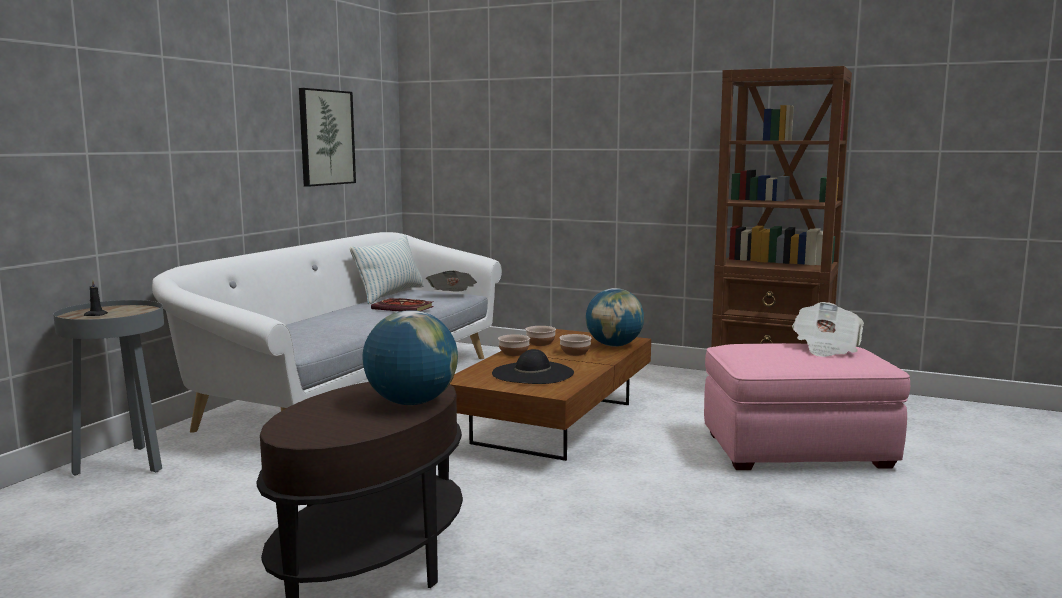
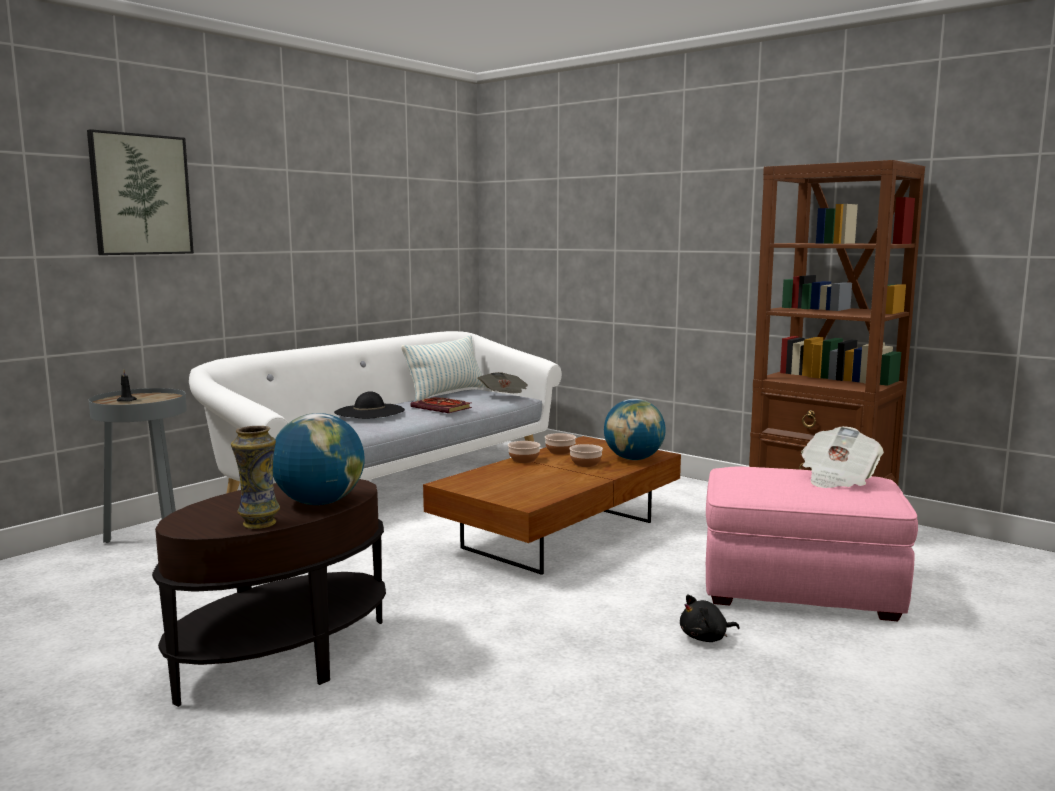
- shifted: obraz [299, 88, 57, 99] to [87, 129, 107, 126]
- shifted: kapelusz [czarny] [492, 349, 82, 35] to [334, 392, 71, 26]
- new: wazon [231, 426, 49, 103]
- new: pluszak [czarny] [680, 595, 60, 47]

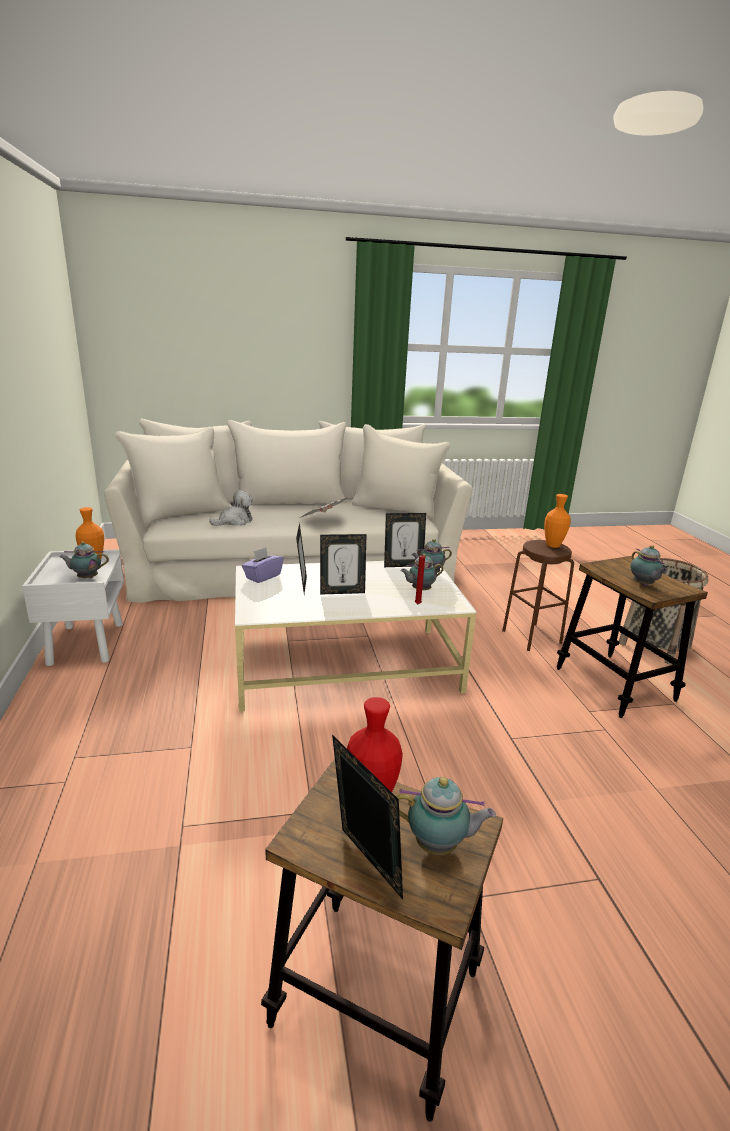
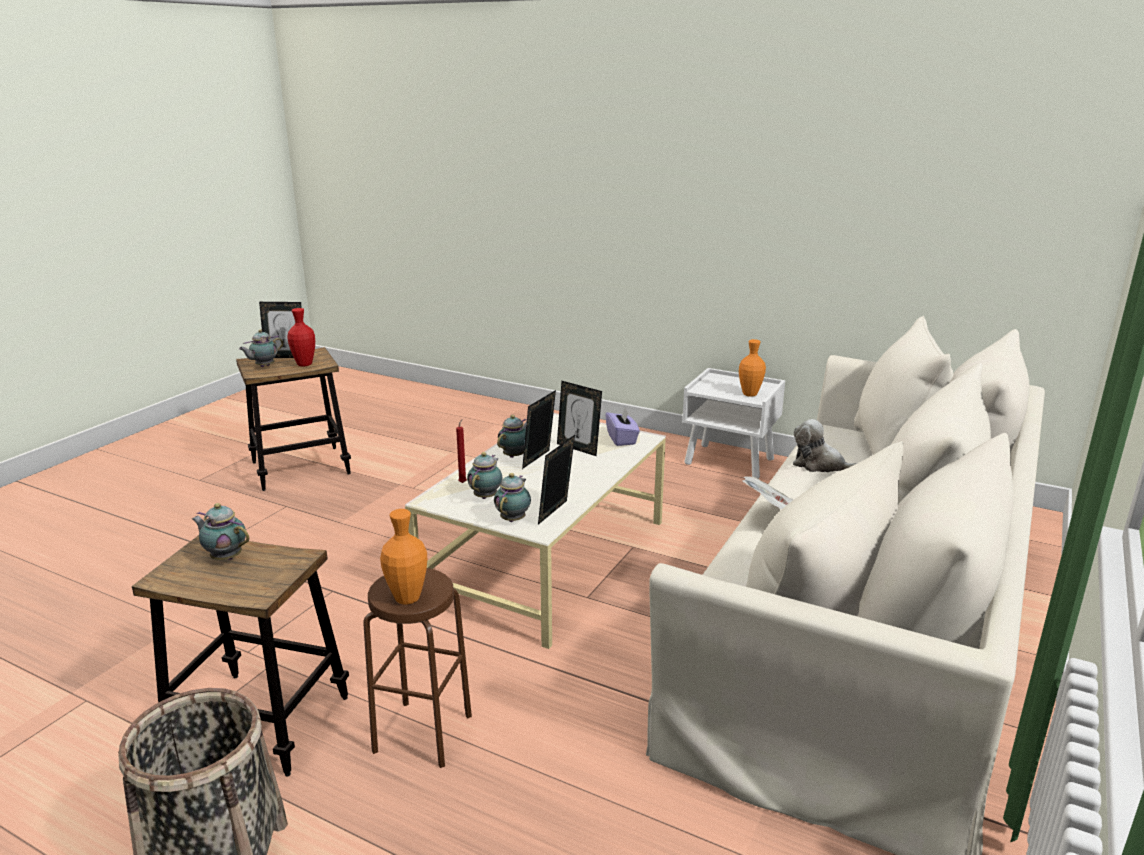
- shifted: imbryk [59, 542, 50, 36] to [497, 415, 30, 43]
- rotated: pluszak [209, 490, 44, 36] = [793, 419, 64, 53] 120 degrees clockwise

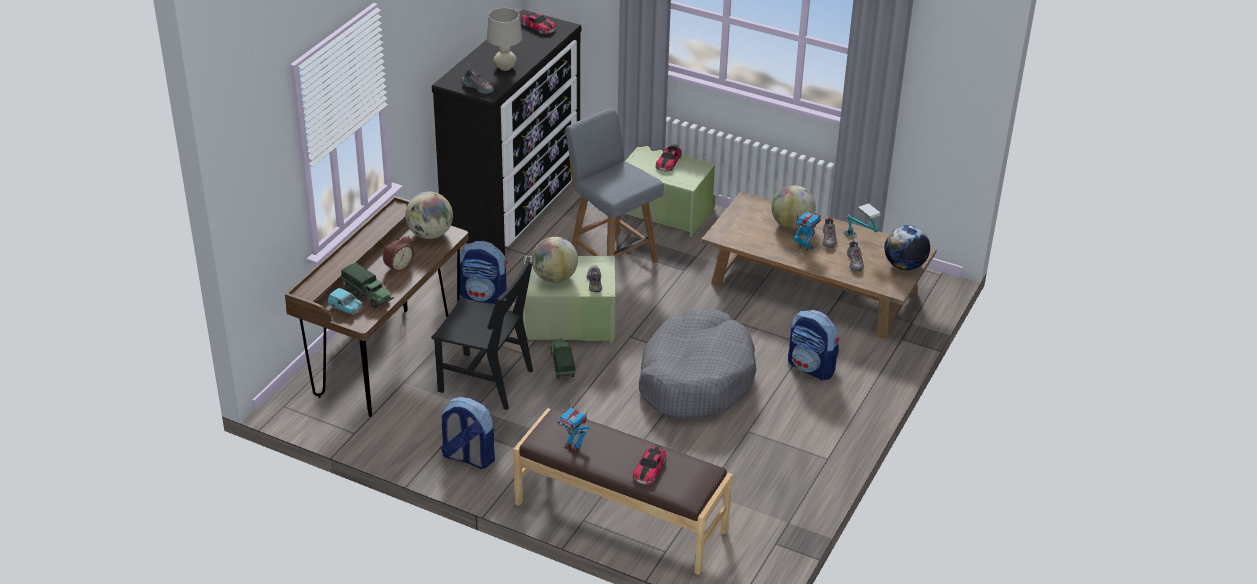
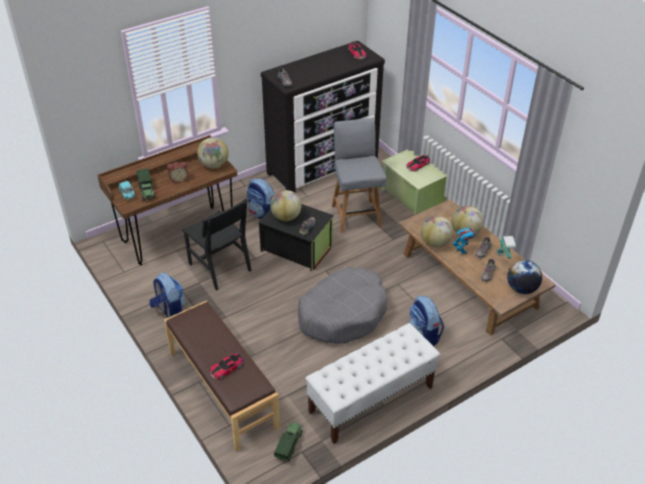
- gone: lampa stołowa [beżowy] [487, 8, 35, 63]
- repainted: pojemnik do przechowywania [zielony] [523, 255, 92, 88] to pojemnik do przechowywania [czarny] [259, 204, 75, 67]
- shifted: ciężarówka zabawkowa [550, 339, 26, 40] to [274, 422, 29, 40]
- gone: robot zabawkowy [557, 398, 32, 56]
- new: ławka [biały] [305, 323, 135, 121]
- new: globus [421, 215, 32, 32]

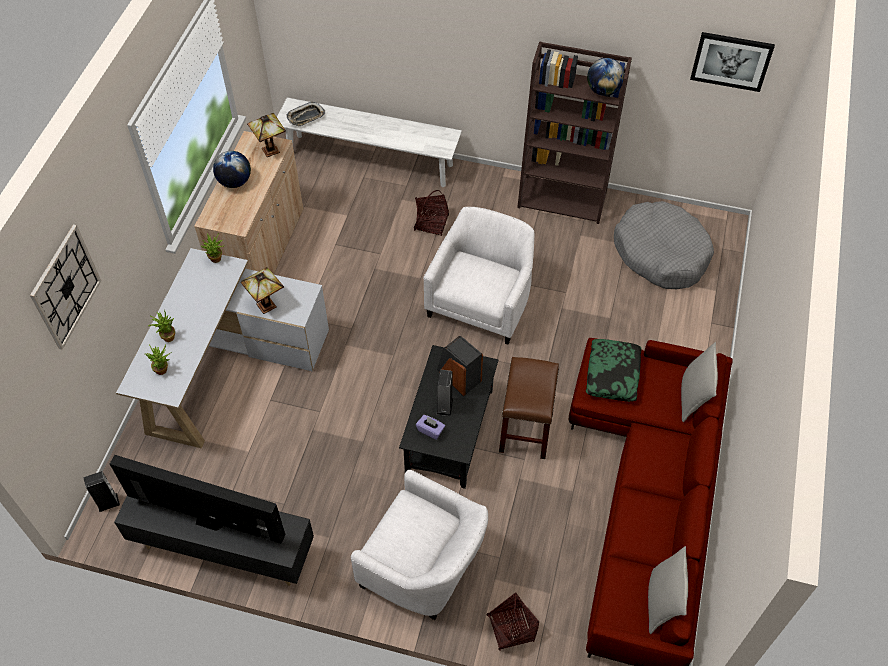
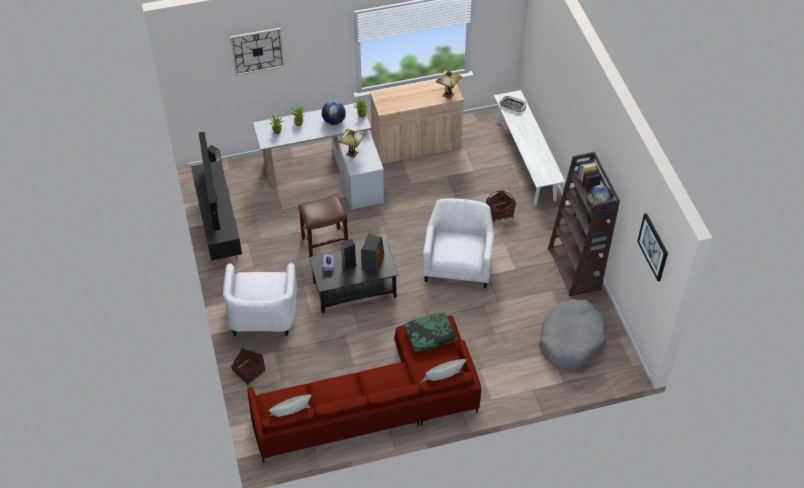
- shifted: globus [213, 151, 38, 37] to [322, 101, 24, 24]
- rotated: fotel [biały] [423, 207, 111, 138] = [423, 198, 71, 90] 75 degrees counterclockwise
- shifted: stołek [brązowy] [499, 357, 60, 102] to [298, 194, 50, 63]

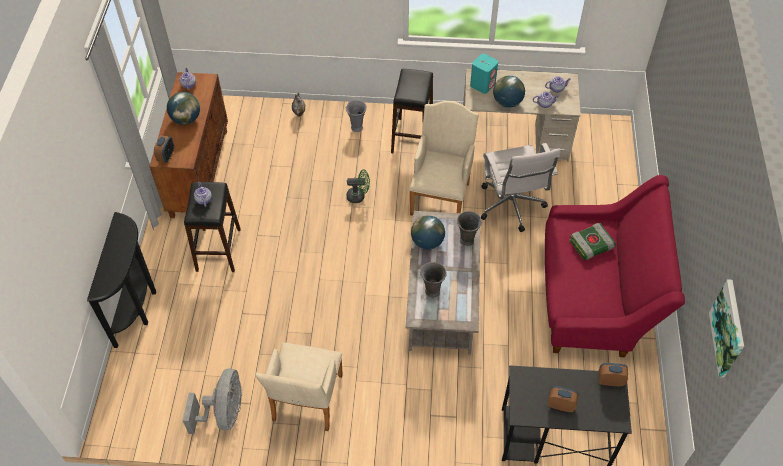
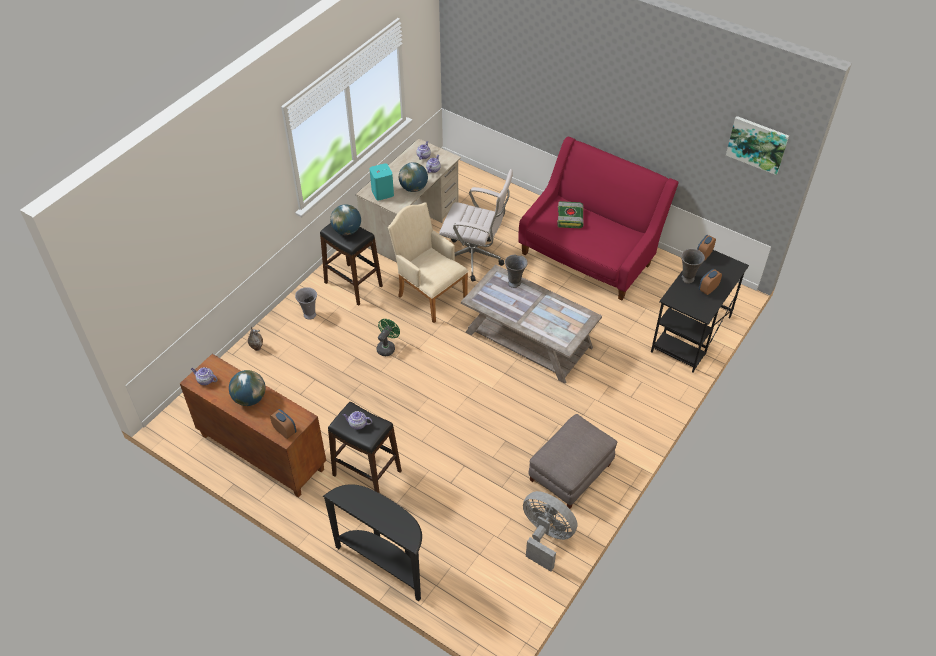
- swapped: fotel [beżowy] [255, 343, 88, 88] to pufa [szary] [529, 414, 88, 95]
- shifted: globus [411, 215, 34, 35] to [330, 204, 31, 31]
- shifted: wazon [szary] [420, 262, 27, 35] to [681, 249, 24, 34]

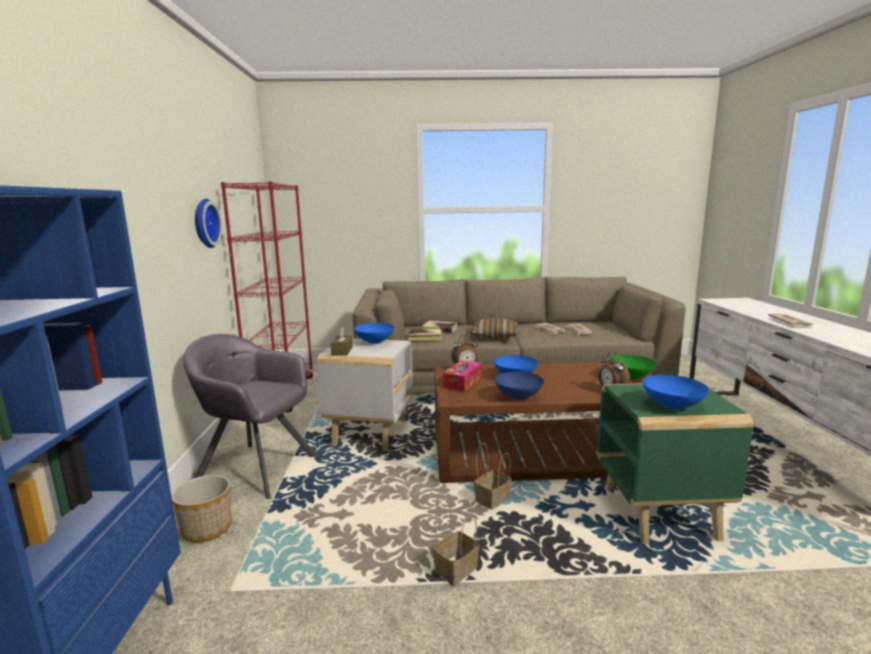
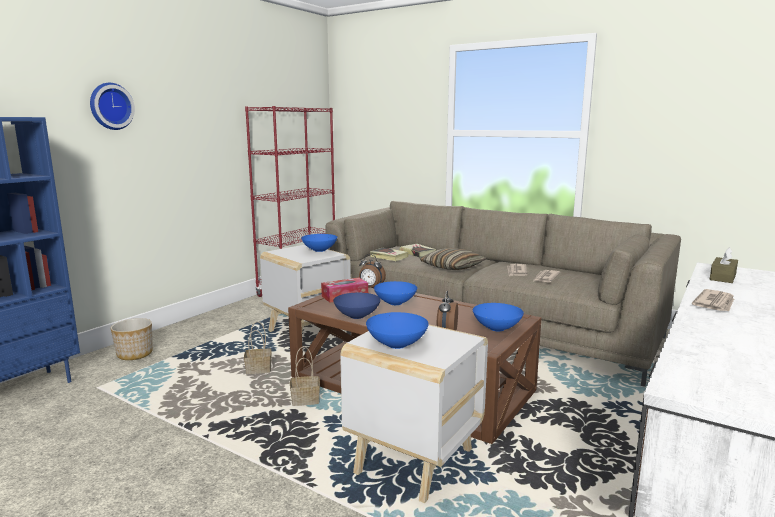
- gone: fotel [szary] [183, 334, 135, 165]
- shifted: zegar ścienny [195, 199, 27, 49] to [90, 83, 45, 47]
- shifted: pudełko chusteczek [brązowy] [331, 327, 22, 29] to [709, 247, 29, 36]
- shifted: koszyk [433, 499, 46, 87] to [244, 321, 28, 53]
- repainted: stolik [zielony] [597, 383, 157, 161] to stolik [biały] [340, 325, 148, 178]
- repainted: miska [zielony] [609, 355, 47, 25] to miska [niebieski] [473, 303, 51, 28]

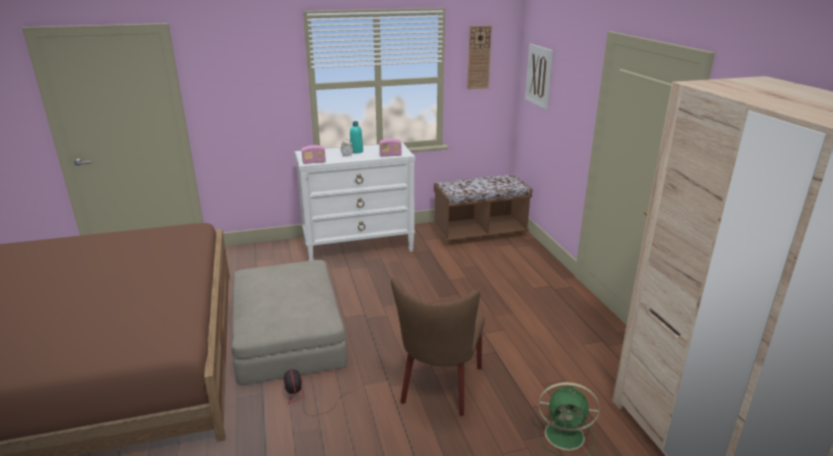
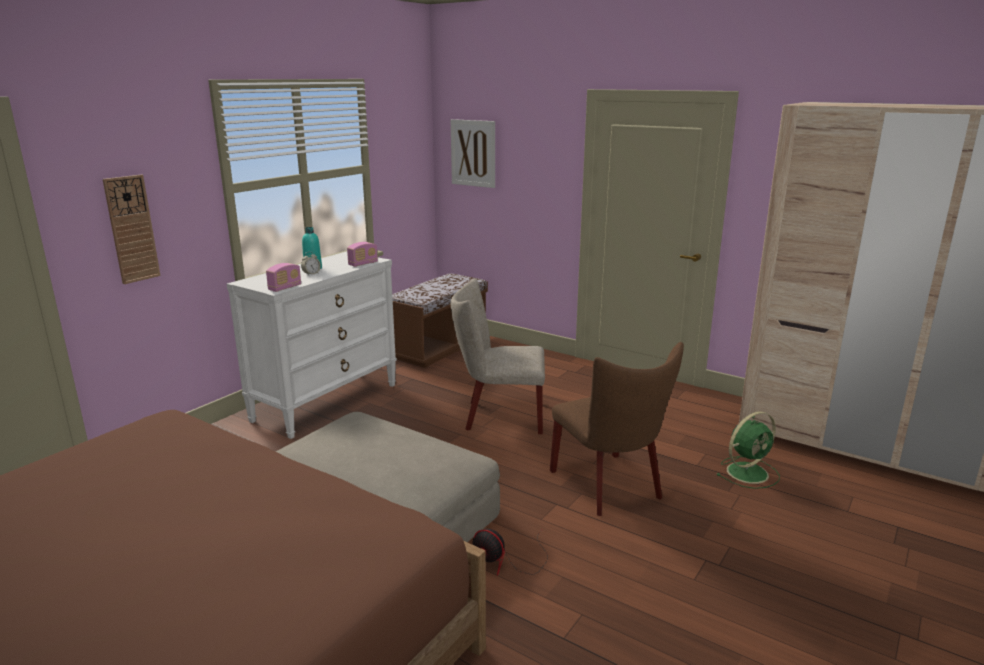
- shifted: zegar ścienny [467, 25, 25, 64] to [103, 175, 58, 109]
- new: krzesło [beżowy] [451, 278, 94, 156]

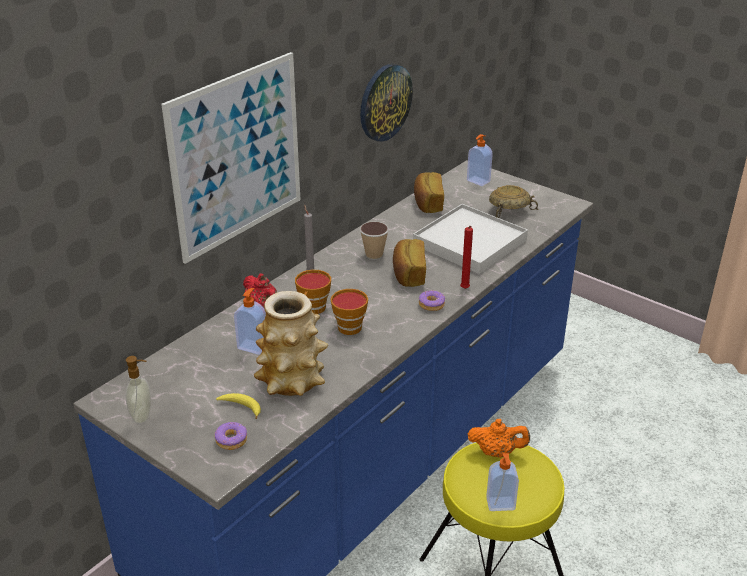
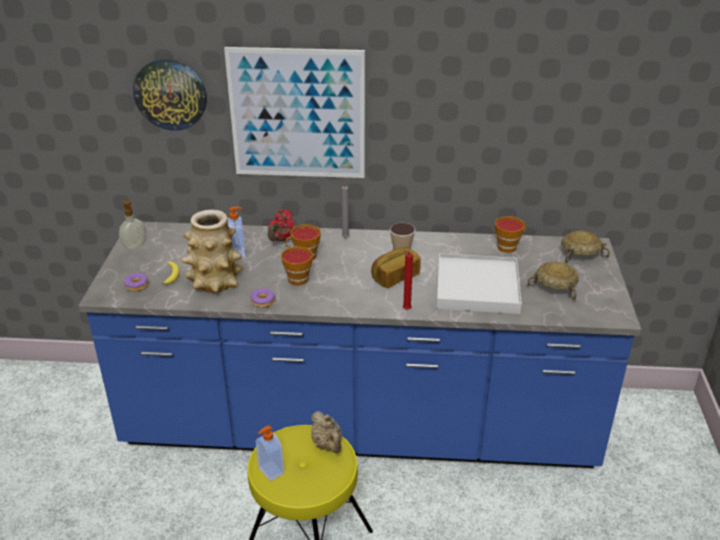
- shifted: zegar ścienny [360, 64, 53, 78] to [133, 59, 74, 72]
- swapped: chleb [414, 172, 30, 41] to filiżanka [495, 216, 31, 37]
- shifted: donut [419, 290, 26, 21] to [250, 288, 25, 20]
- swapped: dozownik mydła [467, 134, 26, 52] to miska [beżowy] [561, 231, 49, 32]
- repainted: imbryk [pomarańczowy] [467, 419, 63, 39] to imbryk [beżowy] [311, 411, 31, 43]

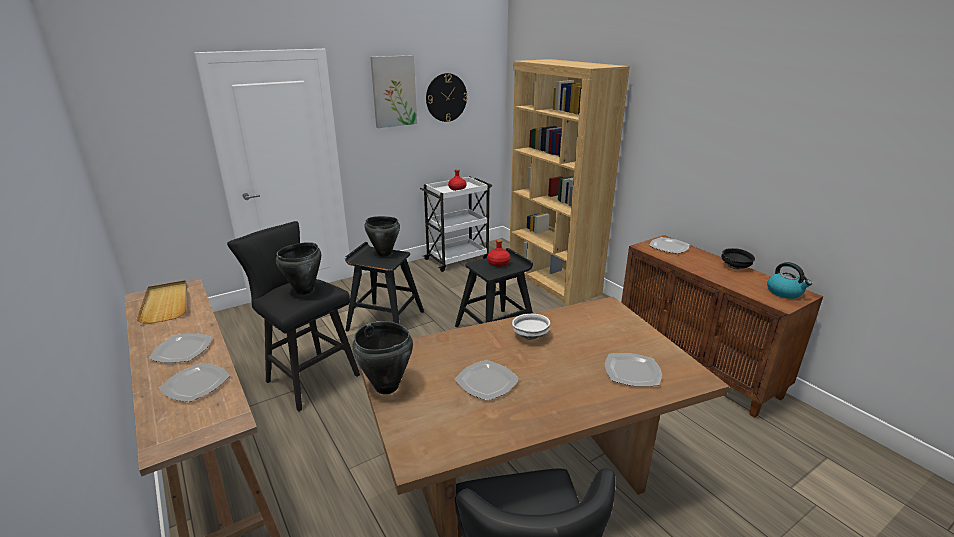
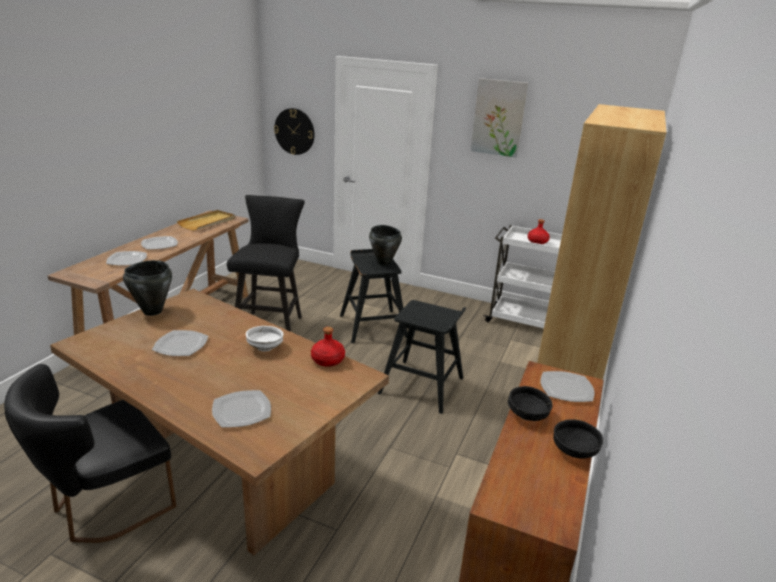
- gone: garnek [czarny] [276, 242, 45, 53]
- shifted: zegar ścienny [426, 73, 42, 49] to [274, 108, 41, 47]
- shifted: butelka [czerwony] [487, 239, 24, 28] to [311, 327, 34, 40]
- gone: czajnik [767, 262, 45, 37]
- new: miska [czarny] [508, 386, 44, 35]

